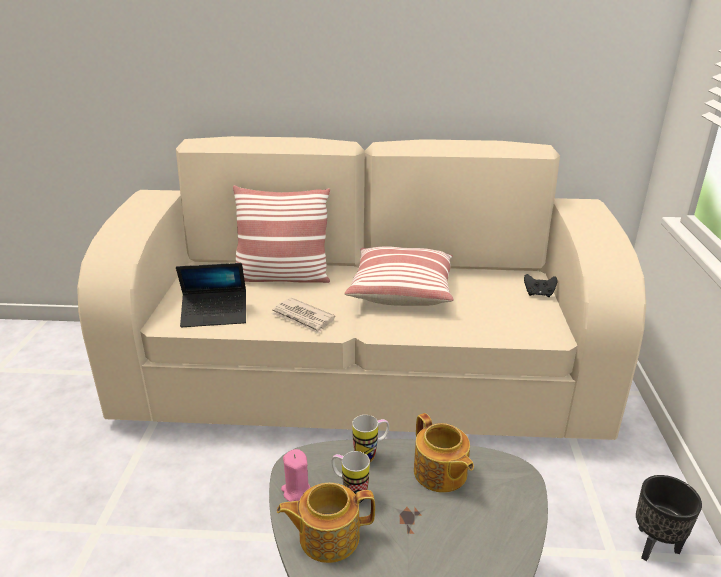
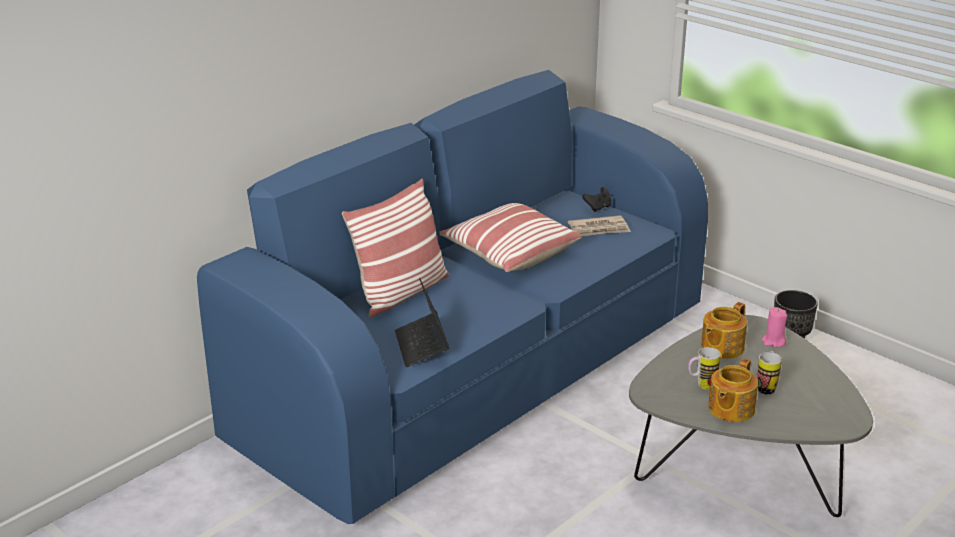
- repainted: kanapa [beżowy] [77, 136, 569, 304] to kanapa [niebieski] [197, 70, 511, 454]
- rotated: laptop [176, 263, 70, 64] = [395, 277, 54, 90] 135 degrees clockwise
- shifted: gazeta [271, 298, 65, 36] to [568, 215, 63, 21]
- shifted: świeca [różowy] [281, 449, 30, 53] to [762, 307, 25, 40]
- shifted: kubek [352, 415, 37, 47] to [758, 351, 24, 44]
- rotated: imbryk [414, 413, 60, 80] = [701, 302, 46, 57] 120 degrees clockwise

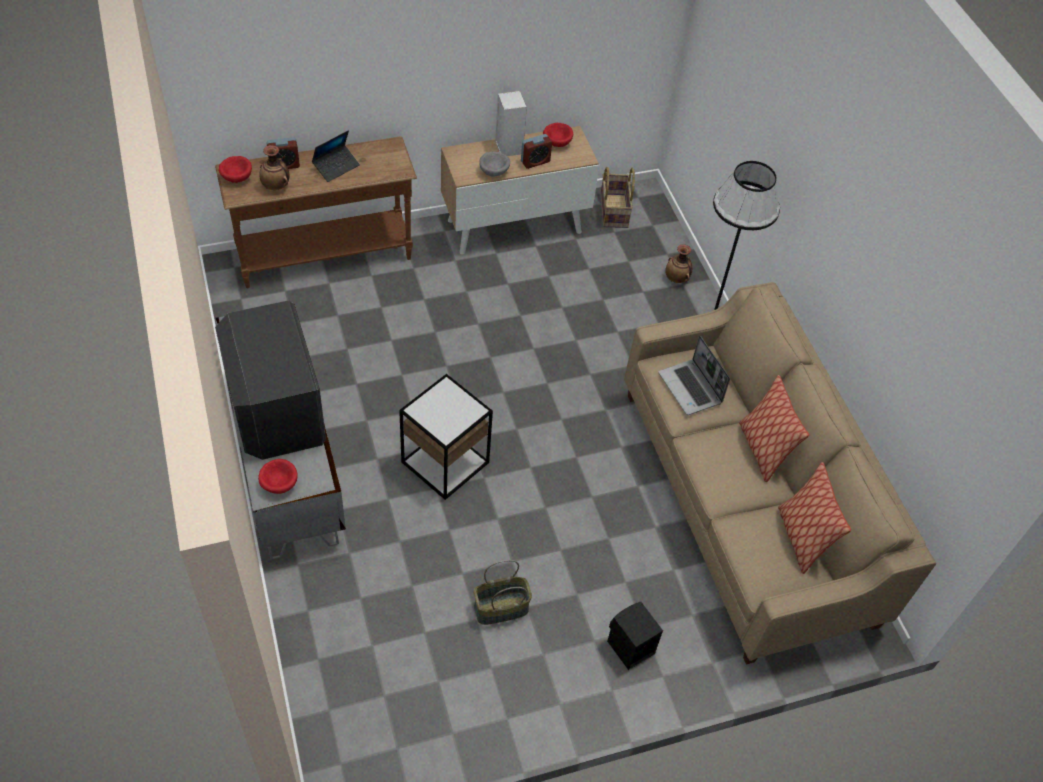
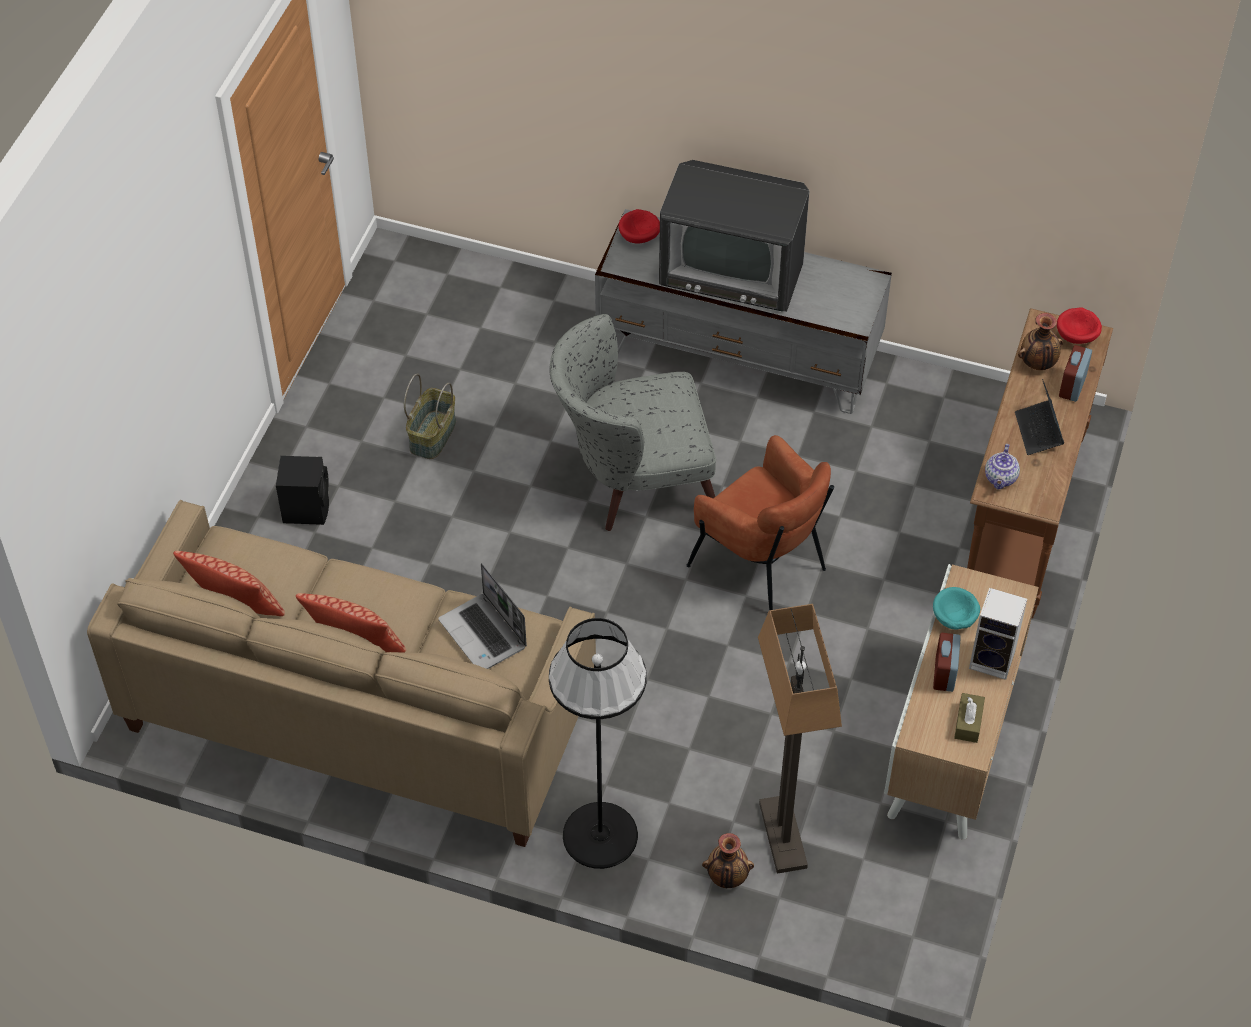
- swapped: stolik [399, 374, 94, 126] to fotel [szary] [550, 314, 166, 217]
- repainted: miska [szary] [479, 151, 31, 26] to miska [turkusowy] [933, 587, 47, 43]
- swapped: miska [czerwony] [543, 123, 30, 24] to pudełko chusteczek [brązowy] [954, 693, 31, 50]
- gone: koszyk [600, 167, 35, 61]
- rotated: laptop [659, 336, 71, 79] = [438, 563, 89, 106] 135 degrees counterclockwise
- new: fotel [brązowy] [686, 435, 148, 175]
- new: lampa stojąca [758, 604, 84, 270]
- new: imbryk [985, 444, 35, 45]

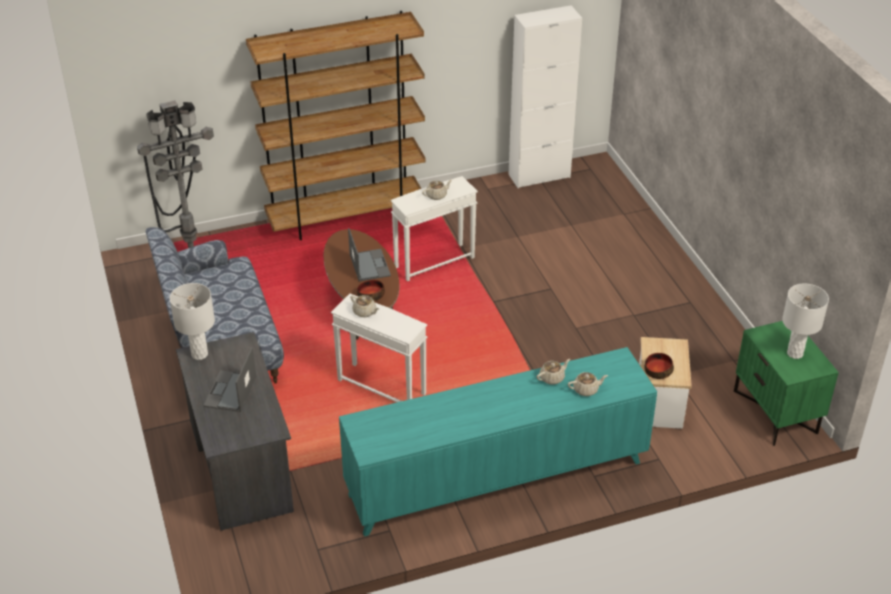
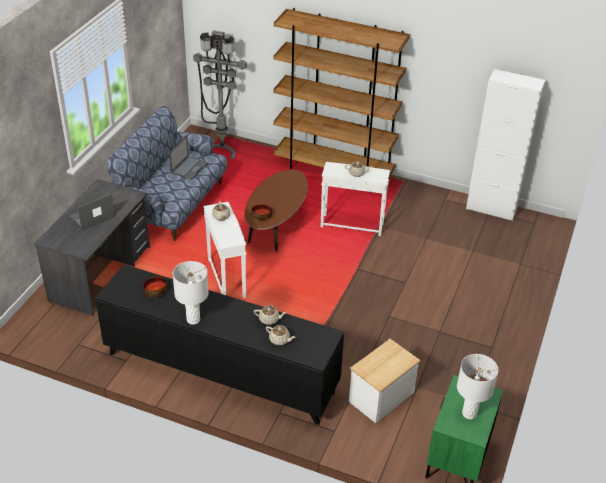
- shifted: lampa stołowa [biały] [170, 283, 45, 77] to [173, 261, 36, 64]
- repainted: szafka [turkusowy] [339, 347, 318, 190] to szafka [czarny] [96, 264, 248, 161]
- shifted: laptop [348, 228, 43, 53] to [169, 136, 39, 44]
- shifted: miska [645, 353, 29, 26] to [143, 277, 25, 20]

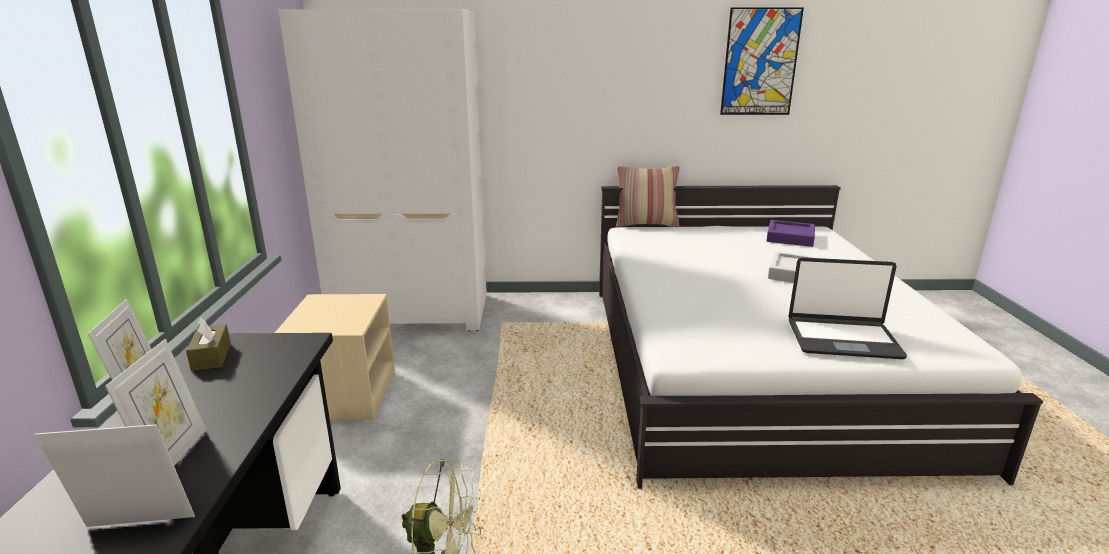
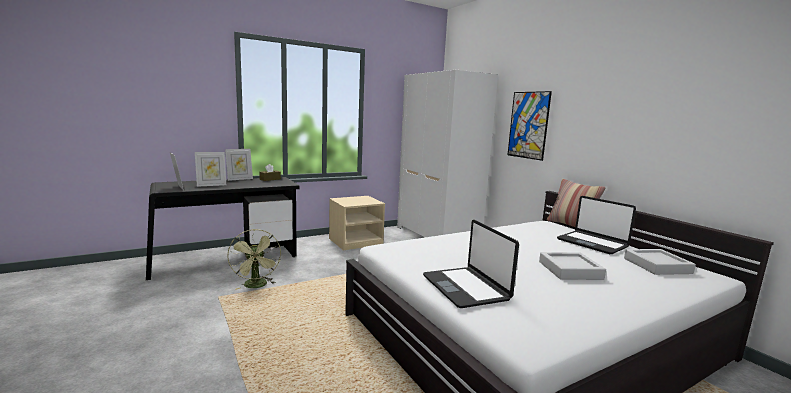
- shifted: obraz [720, 7, 84, 108] to [508, 91, 44, 70]
- repainted: taca [fioletowy] [766, 220, 49, 27] to taca [szary] [624, 249, 72, 26]
- new: laptop [557, 196, 79, 58]

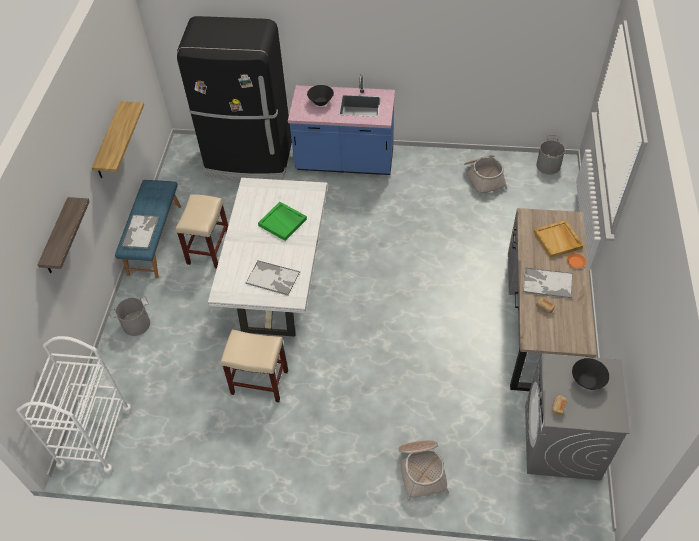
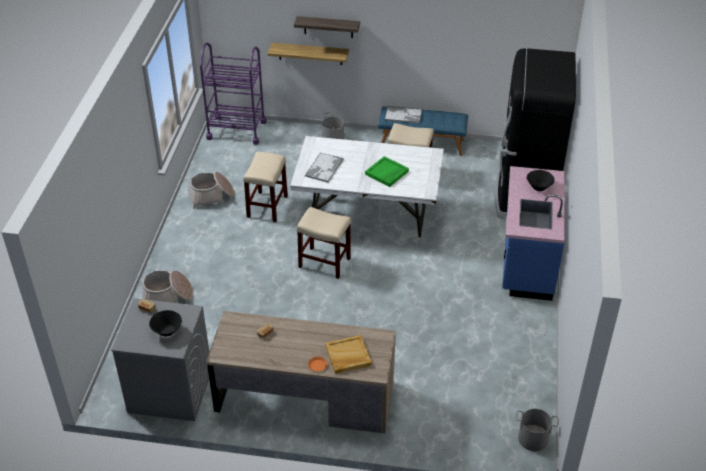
- repainted: wózek [biały] [16, 336, 116, 139] to wózek [fioletowy] [200, 42, 67, 103]
- shifted: półka [91, 101, 53, 78] to [268, 43, 81, 22]
- shifted: koszyk [464, 155, 43, 42] to [188, 172, 47, 37]
- gone: taca [523, 267, 50, 32]
- new: stołek [beżowy] [297, 207, 54, 72]

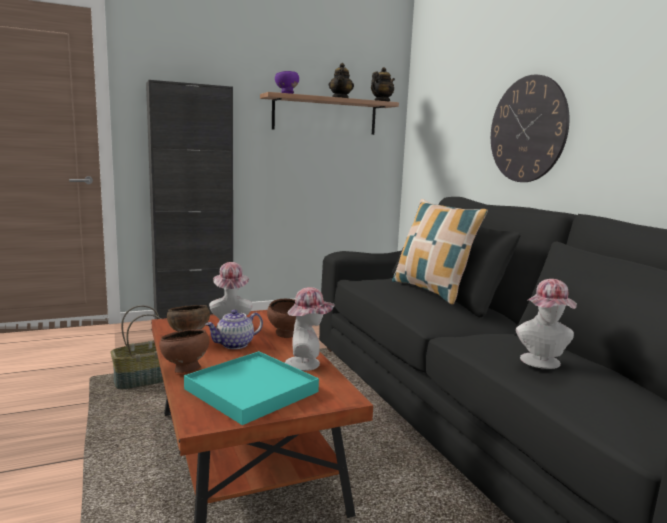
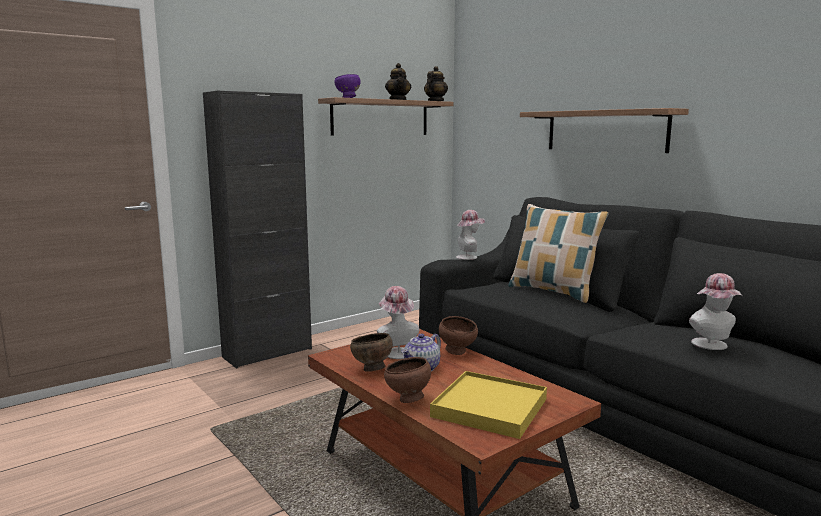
- gone: koszyk [111, 305, 53, 84]
- repainted: taca [turkusowy] [184, 351, 135, 74] to taca [żółty] [430, 371, 117, 68]
- shifted: kapelusz [285, 287, 50, 84] to [456, 210, 29, 50]
- swapped: zegar ścienny [491, 75, 79, 107] to półka [520, 108, 169, 45]

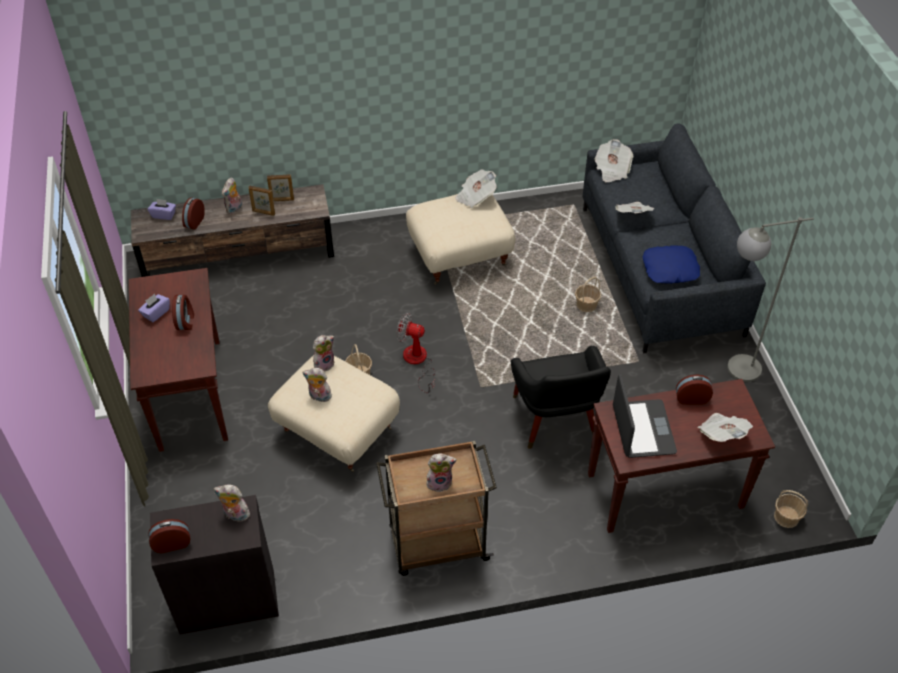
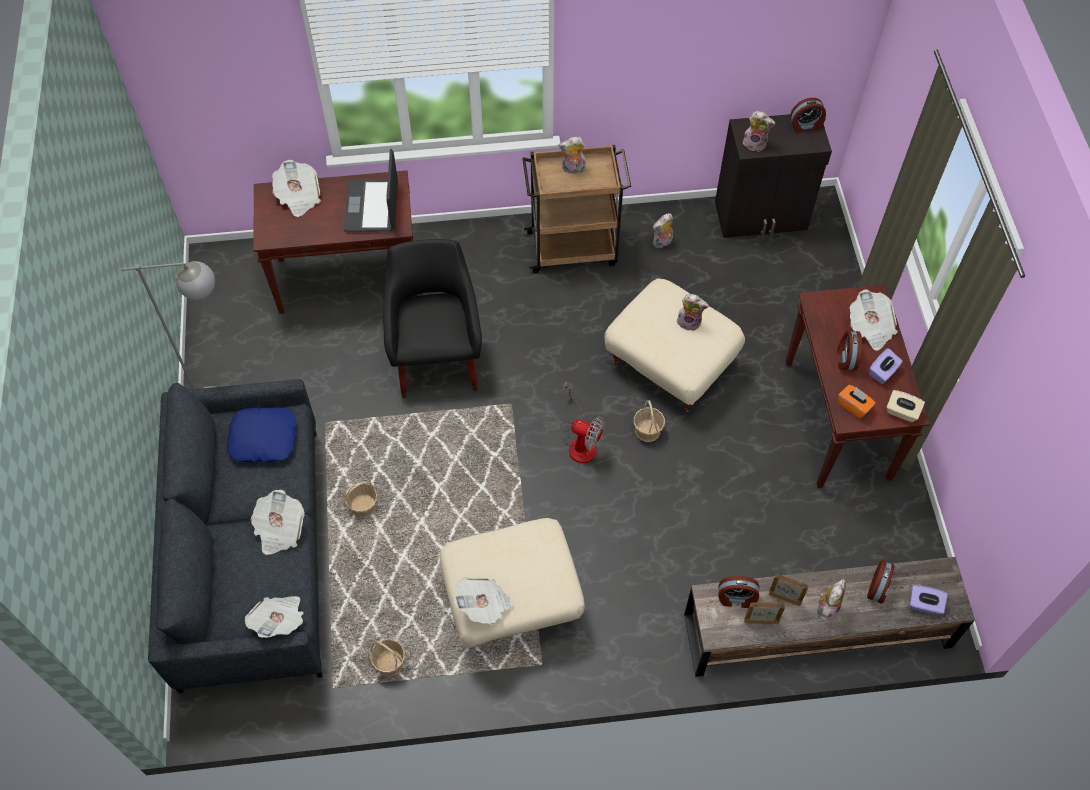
- shifted: pluszak [313, 335, 21, 36] to [653, 213, 20, 36]
- shifted: budzik [676, 374, 37, 31] to [718, 576, 41, 32]
- shifted: koszyk [774, 490, 34, 38] to [370, 639, 35, 37]
- new: pudełko chusteczek [pomarańczowy] [838, 385, 37, 34]
- new: gazeta [850, 289, 48, 62]
- new: pudełko chusteczek [beżowy] [887, 390, 38, 32]

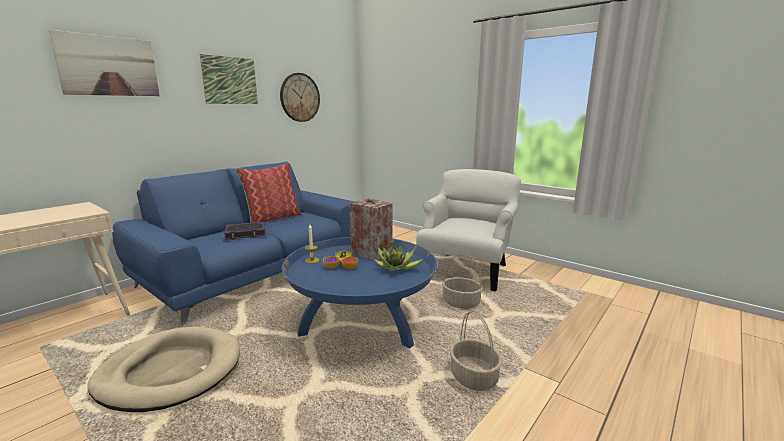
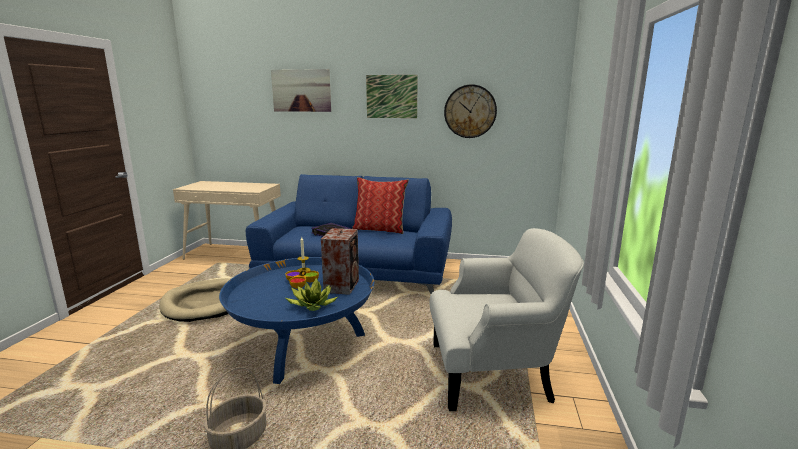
- gone: koszyk [442, 254, 41, 55]

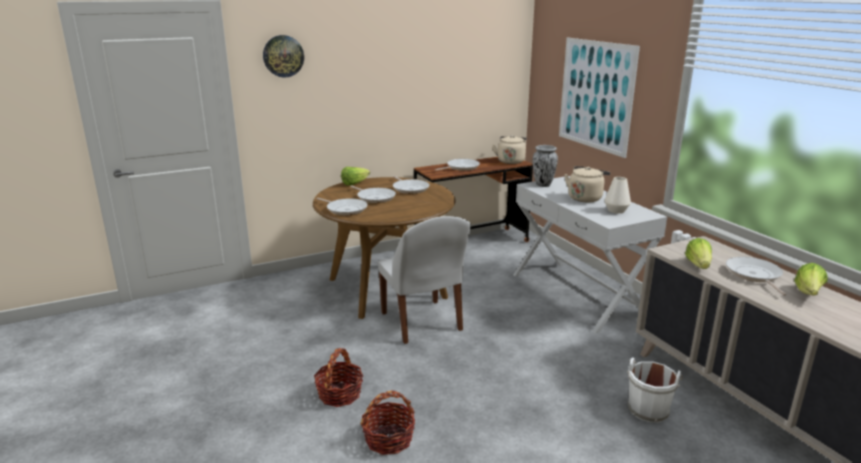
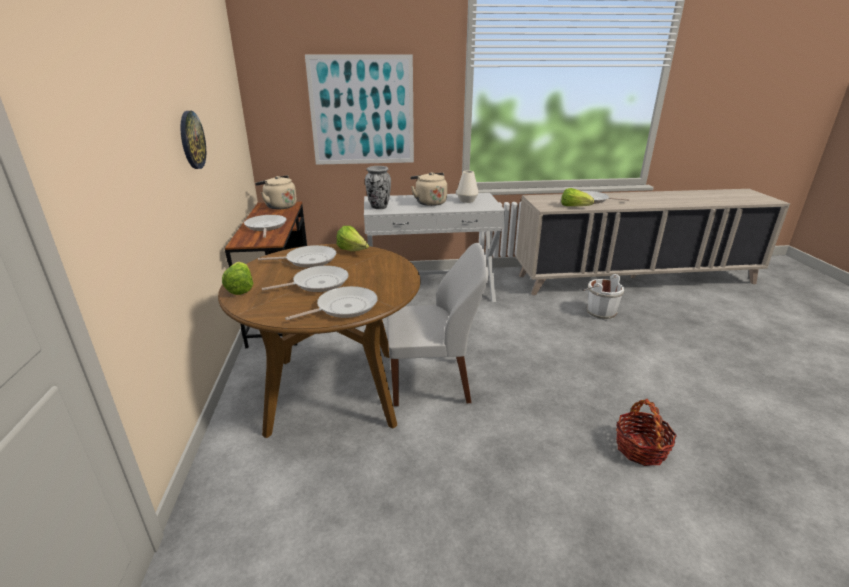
- shifted: zegar ścienny [263, 35, 41, 43] to [180, 111, 26, 58]
- gone: koszyk [314, 348, 49, 59]
- shifted: sałata [794, 263, 33, 33] to [337, 226, 32, 25]

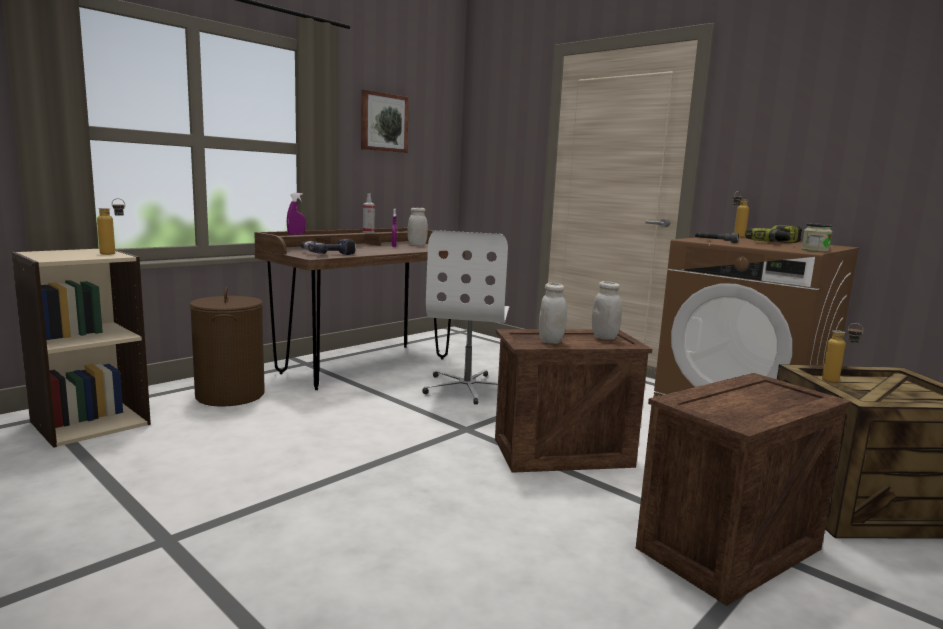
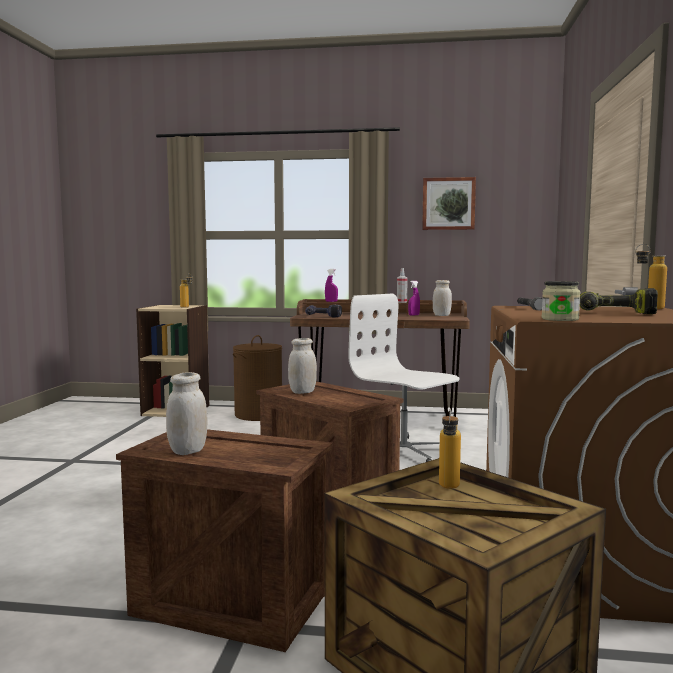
- rotated: krzesło biurowe [biały] [422, 230, 87, 174] = [349, 294, 111, 168] 75 degrees clockwise
- shifted: słoik [biały] [592, 281, 30, 59] to [166, 372, 42, 83]

